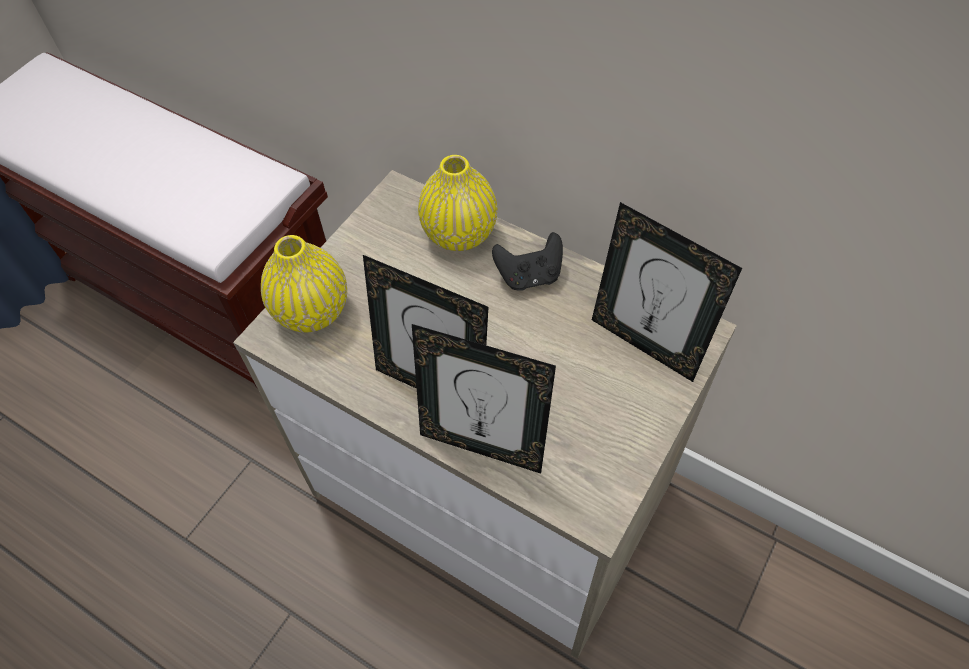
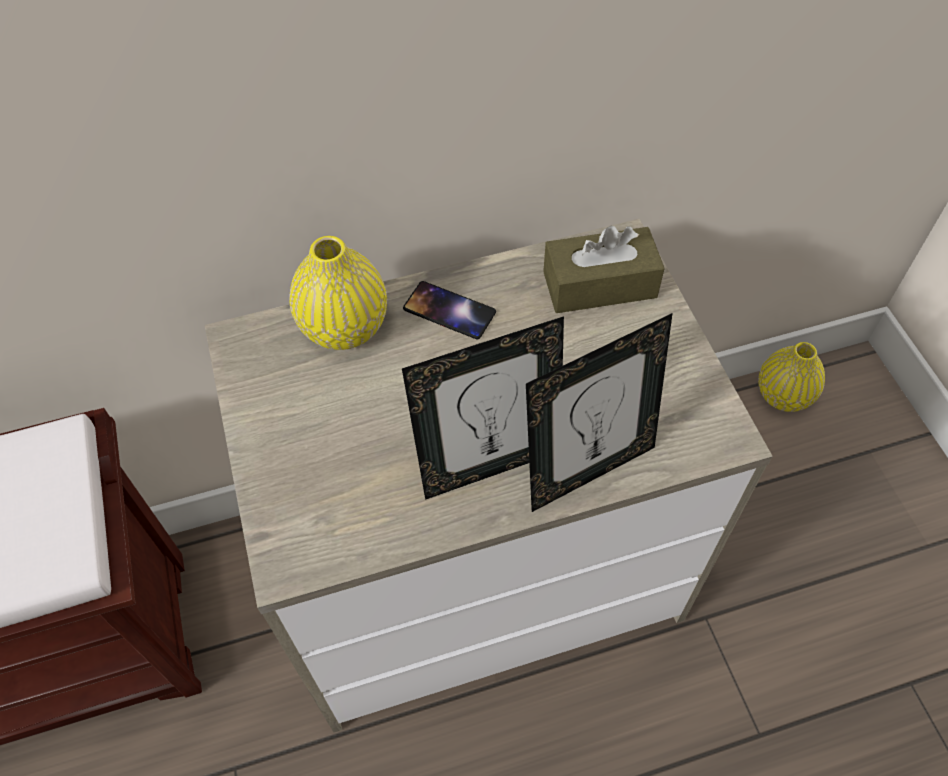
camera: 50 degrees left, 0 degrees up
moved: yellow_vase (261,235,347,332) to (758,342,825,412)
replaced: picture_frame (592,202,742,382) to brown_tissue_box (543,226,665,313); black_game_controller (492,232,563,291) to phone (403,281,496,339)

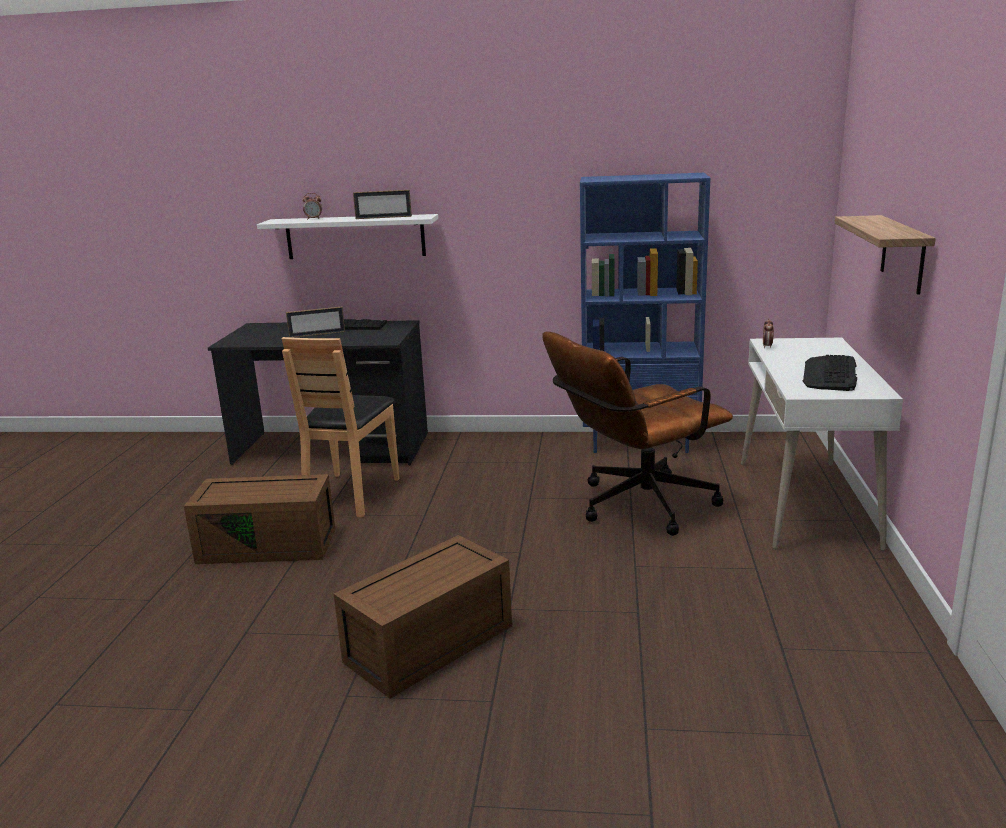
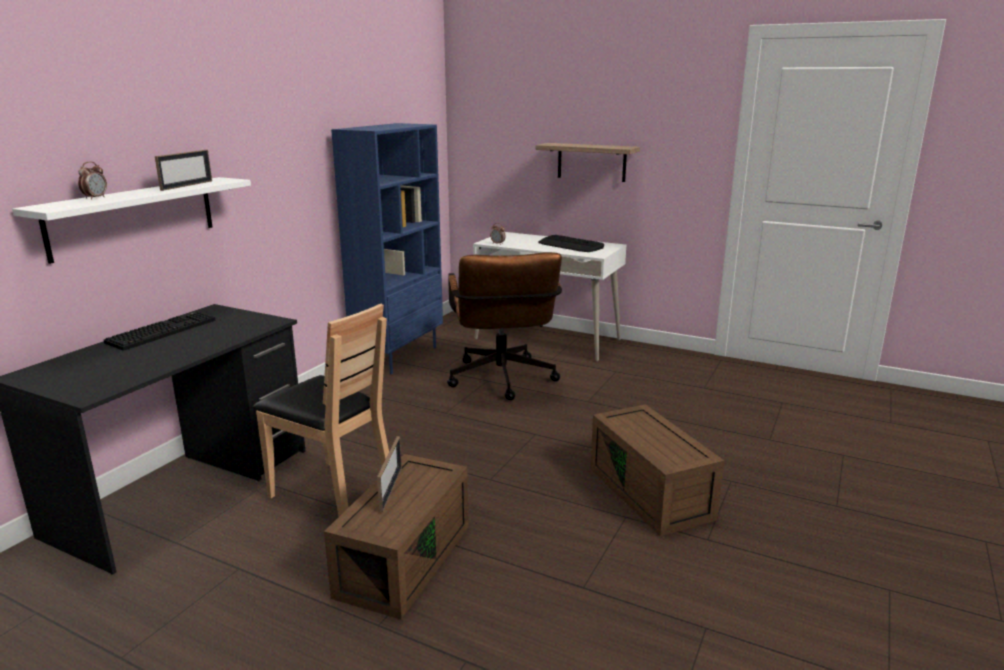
camera: 70 degrees left, 0 degrees up
moved: picture_frame (286,307,345,338) to (377,436,402,512)

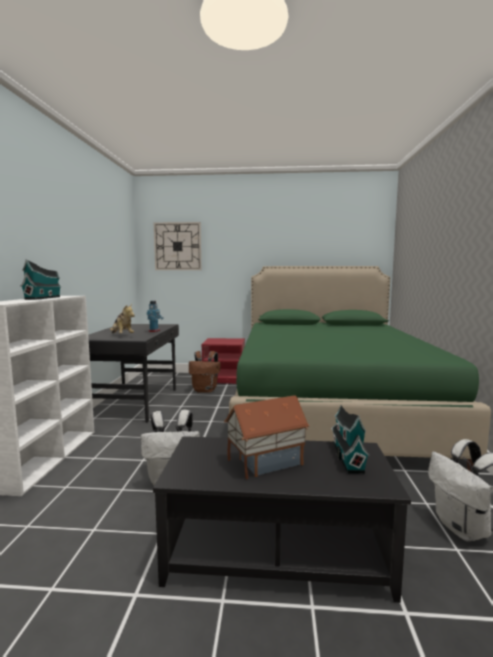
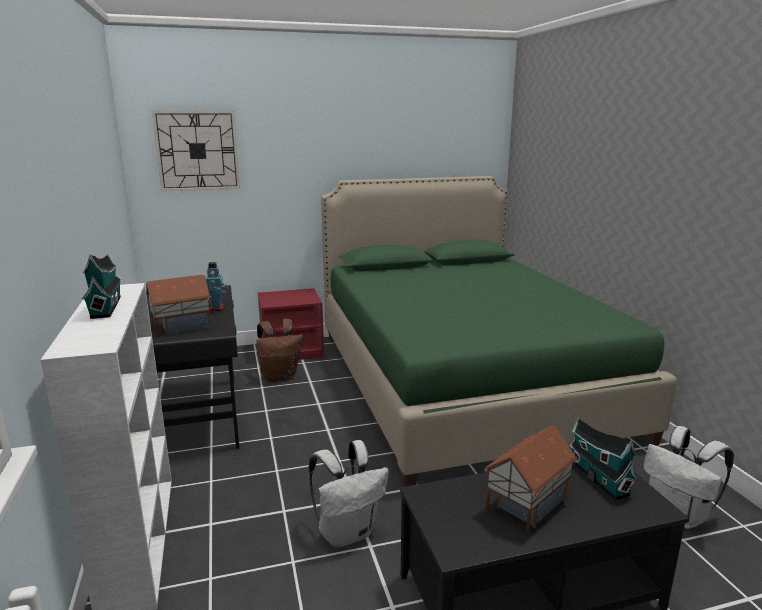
camera: 20 degrees left, 10 degrees up
replaced: plush_toy (110,304,135,333) to toy_house (146,275,211,337)

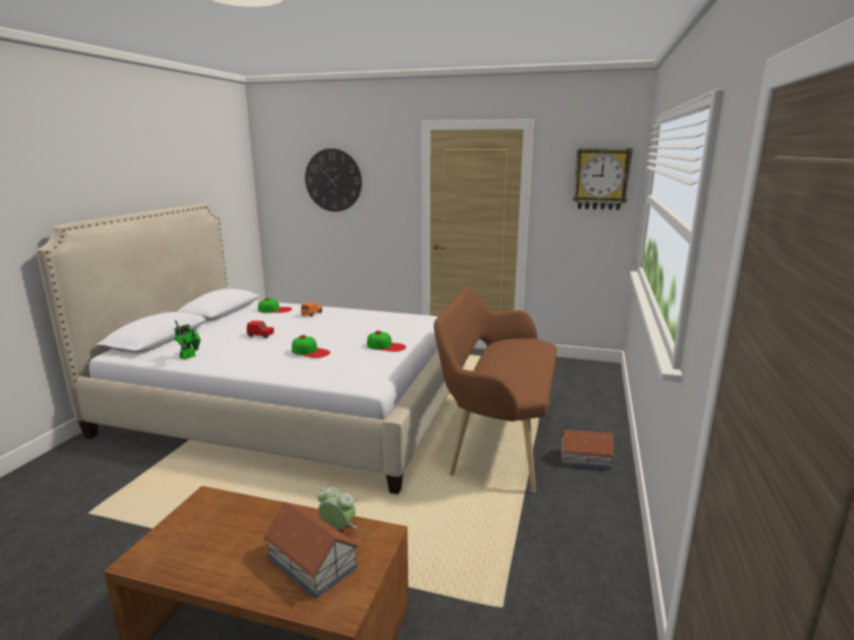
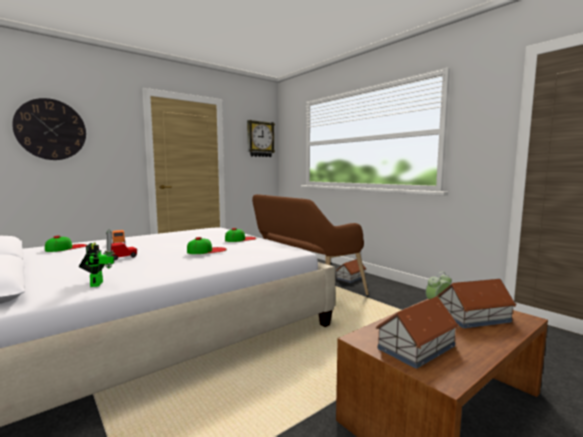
camera: 55 degrees left, 10 degrees down
added: toy_house (376,296,459,369)

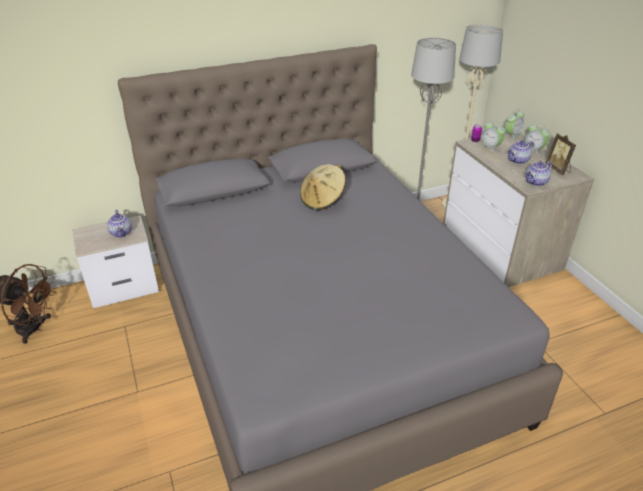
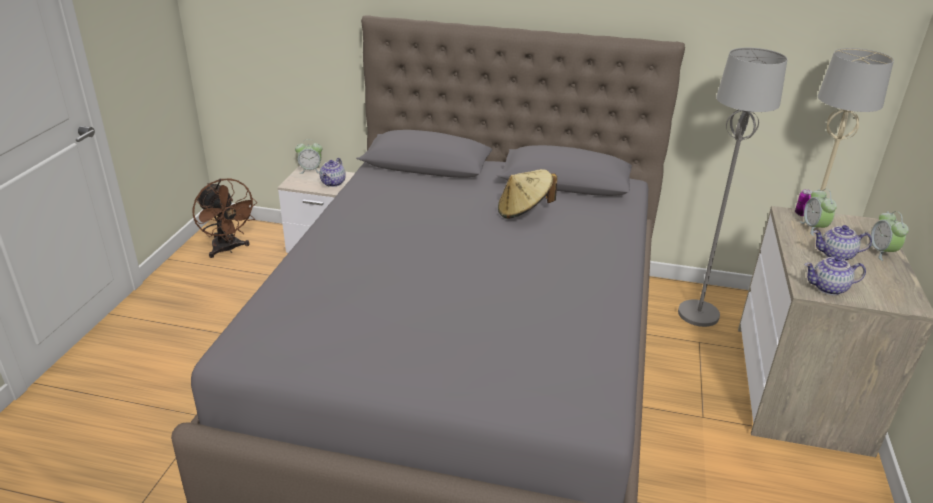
camera: 35 degrees right, 5 degrees down
removed: picture_frame (545,133,576,175)
moved: alarm_clock (505,109,524,140) to (295,139,322,174)

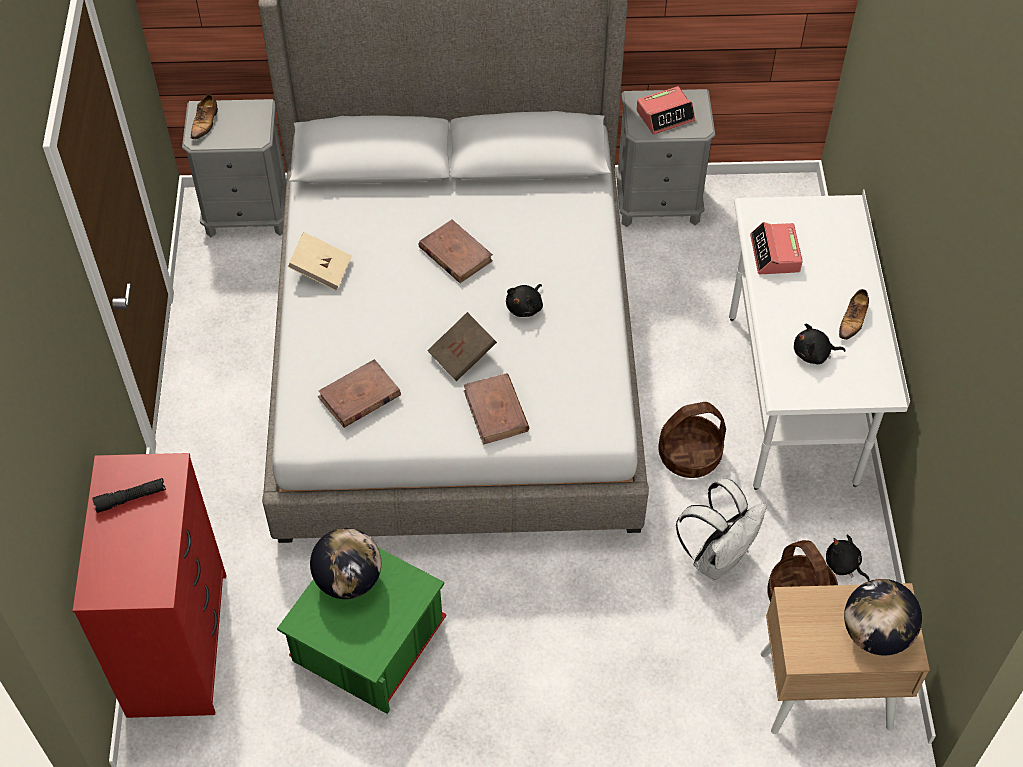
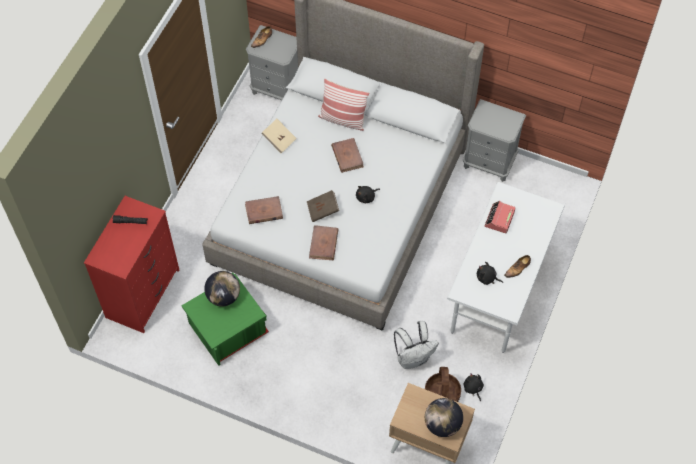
camera: 25 degrees right, 5 degrees up
removed: alarm_clock (636,86,695,135); basket (659,402,726,478)
added: pillow (318,79,370,131)

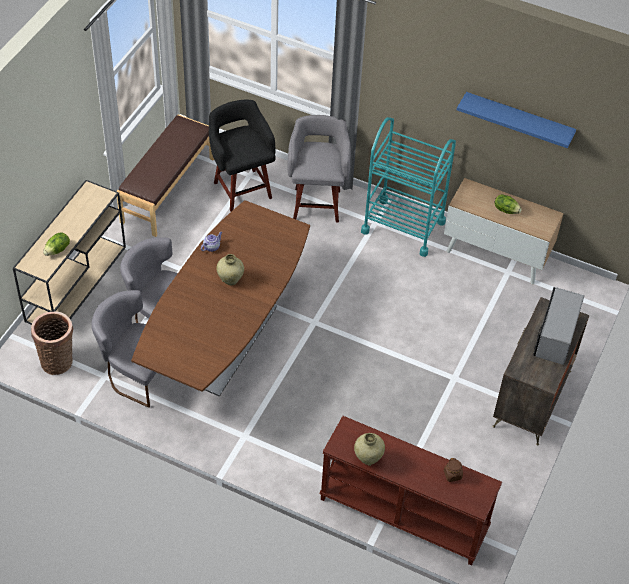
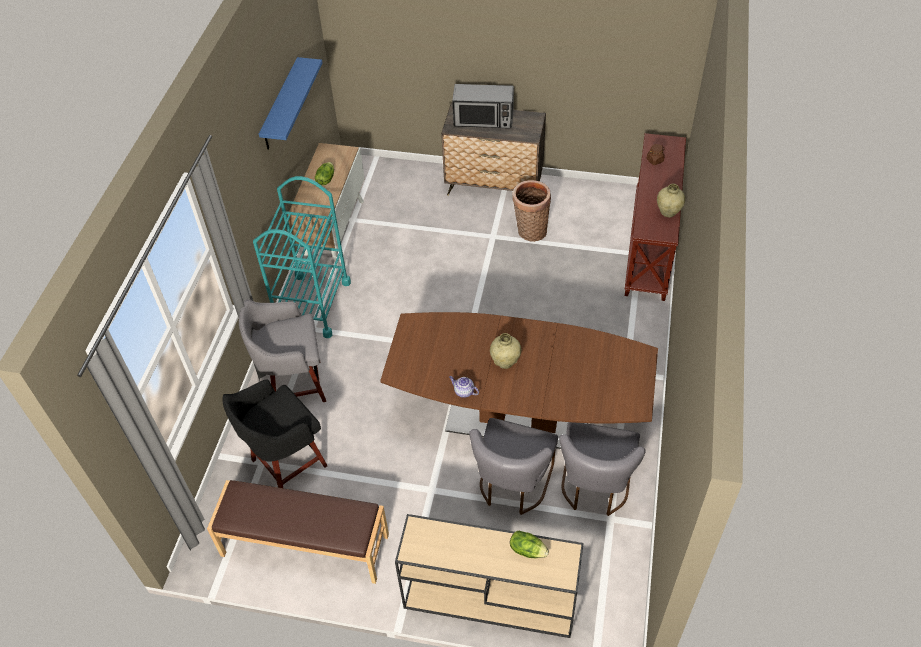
camera: 100 degrees left, 0 degrees up
moved: basket (31,312,73,375) to (512,180,551,242)

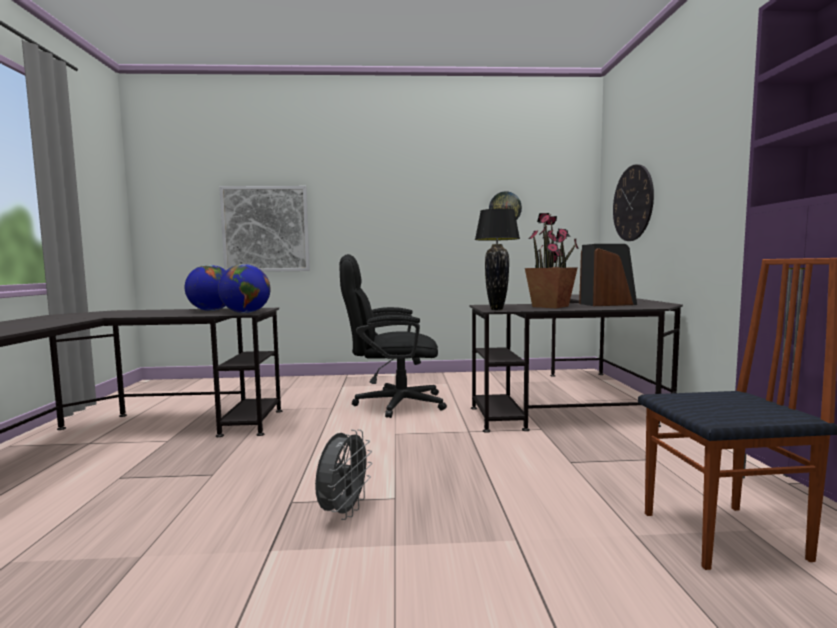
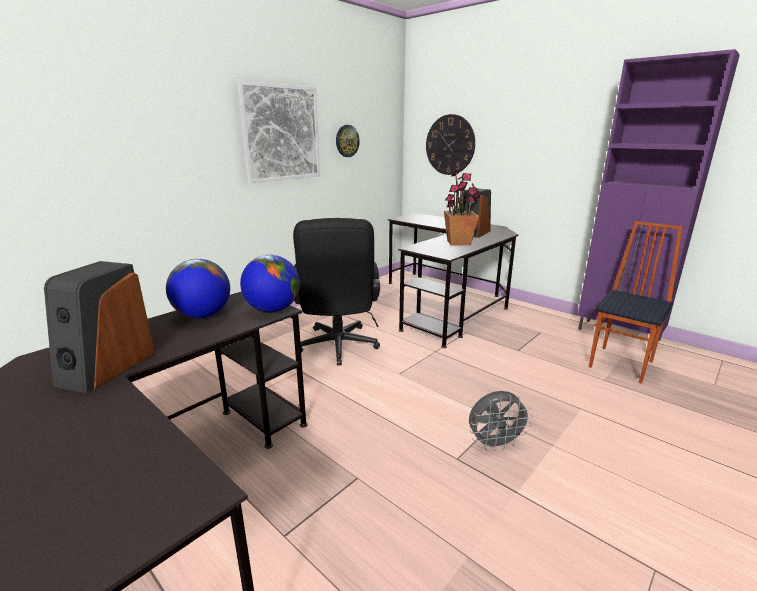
camera: 45 degrees left, 15 degrees up
removed: black_table_lamp (475,208,520,310)
added: speaker (44,261,155,394)
moved: picture (219,186,310,272) to (236,80,320,183)
turned: black_office_chair (339,254,447,418) = (293,218,380,365) 45 degrees counterclockwise; grey_fan (315,430,372,520) = (469,391,533,451) 105 degrees clockwise

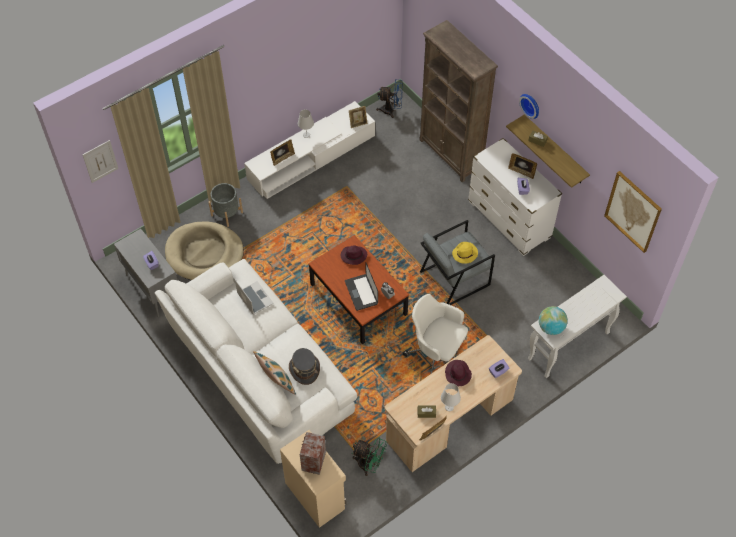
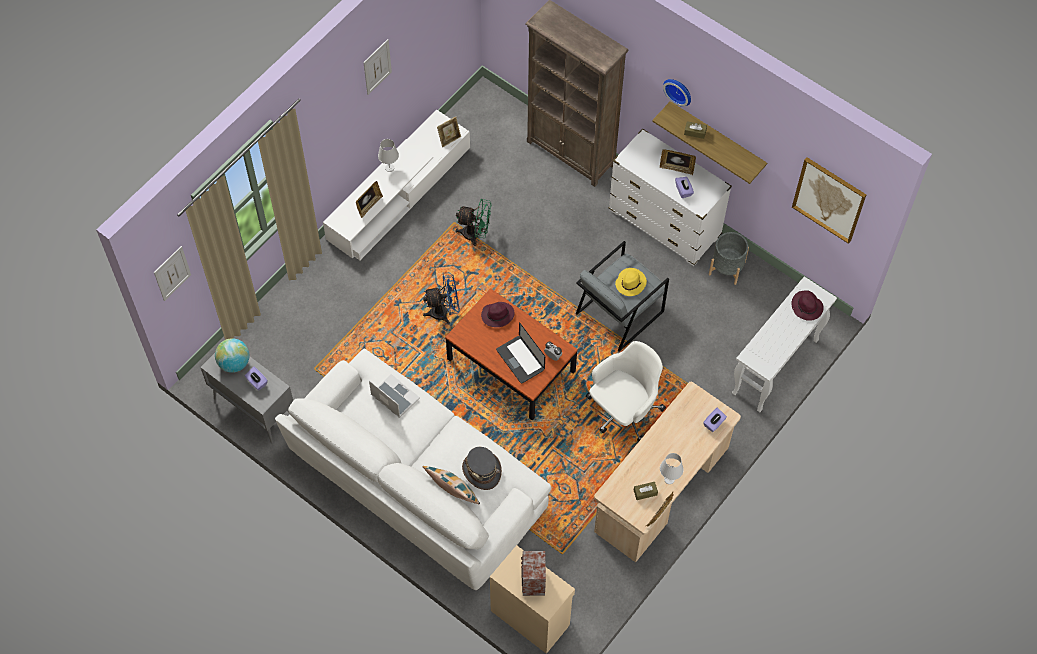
camera: 15 degrees left, 5 degrees up
removed: beige_dog_bed (165,222,244,280)
added: picture (363,39,392,95)
moved: blue_fan (376,80,403,118) to (423,275,460,323); grey_planter (208,183,243,227) to (709,232,749,285); globe (539,306,568,335) to (215,338,250,373); purple_hat (445,360,472,386) to (792,290,824,321); green_fan (352,437,387,476) to (456,199,492,246)
turned: white_office_chair (403,294,468,374) = (586,341,666,442) 120 degrees clockwise

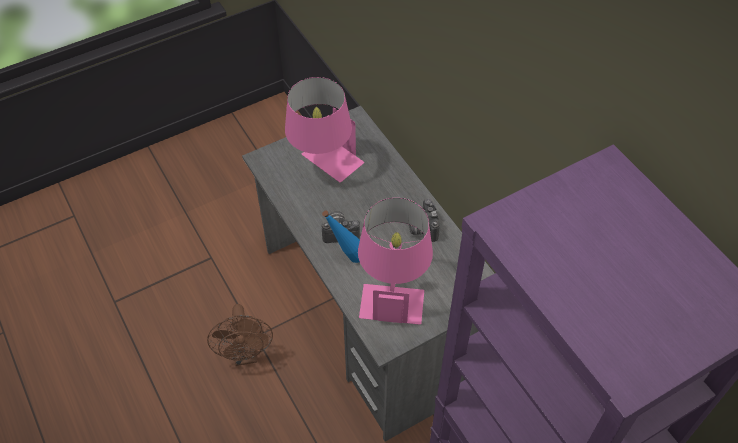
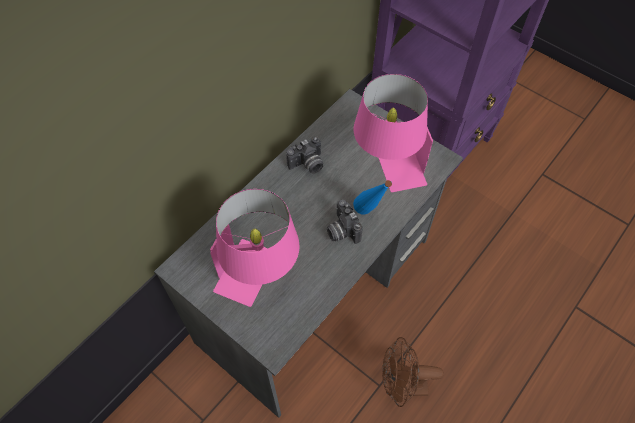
camera: 110 degrees left, 5 degrees up
turned: brown_fan (207,304,273,366) = (382,337,444,407) 150 degrees counterclockwise

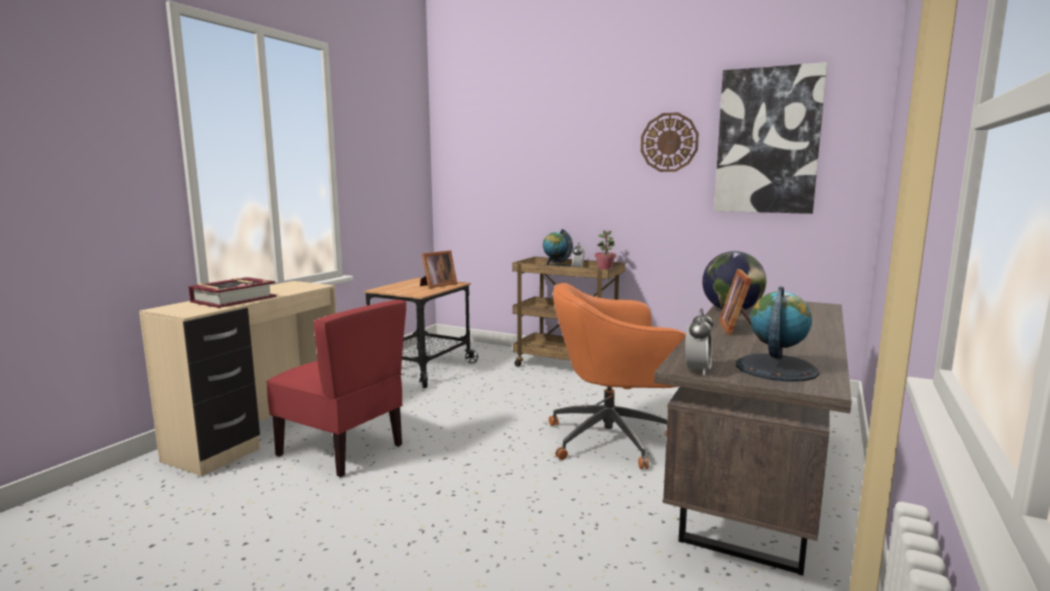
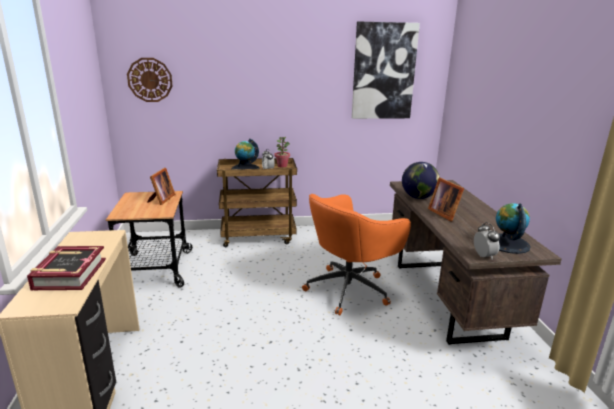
camera: 35 degrees left, 10 degrees up
removed: red_chair (266,300,406,477)
moved: wall_clock (641,112,699,172) to (127,58,172,102)

